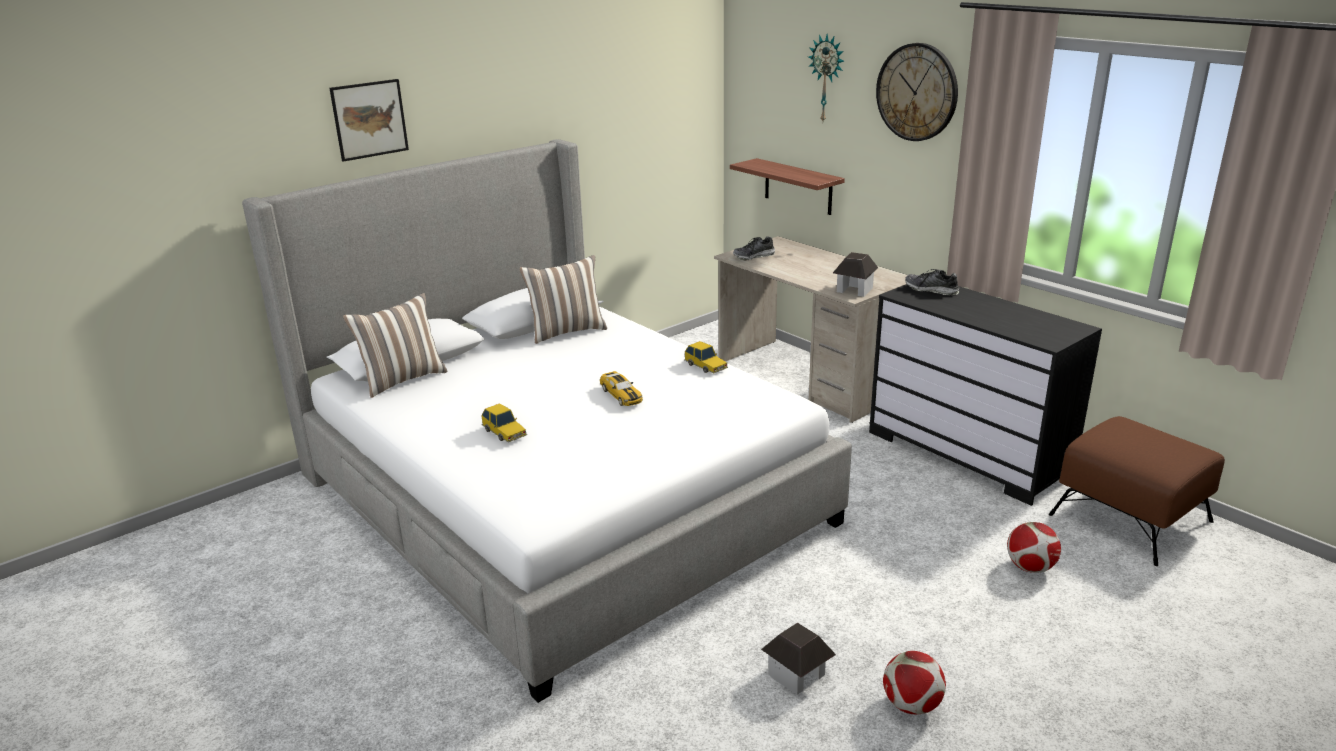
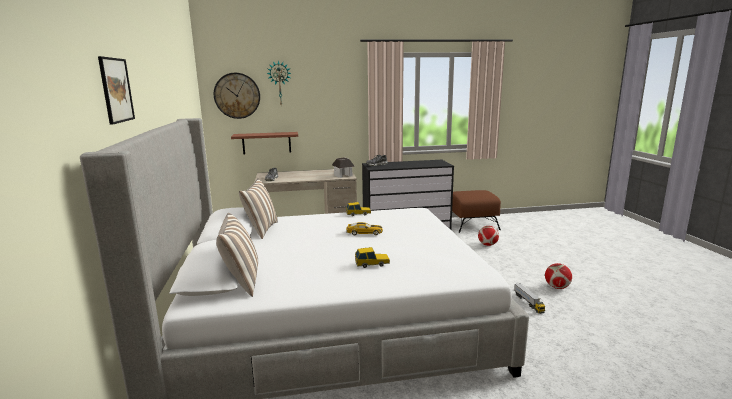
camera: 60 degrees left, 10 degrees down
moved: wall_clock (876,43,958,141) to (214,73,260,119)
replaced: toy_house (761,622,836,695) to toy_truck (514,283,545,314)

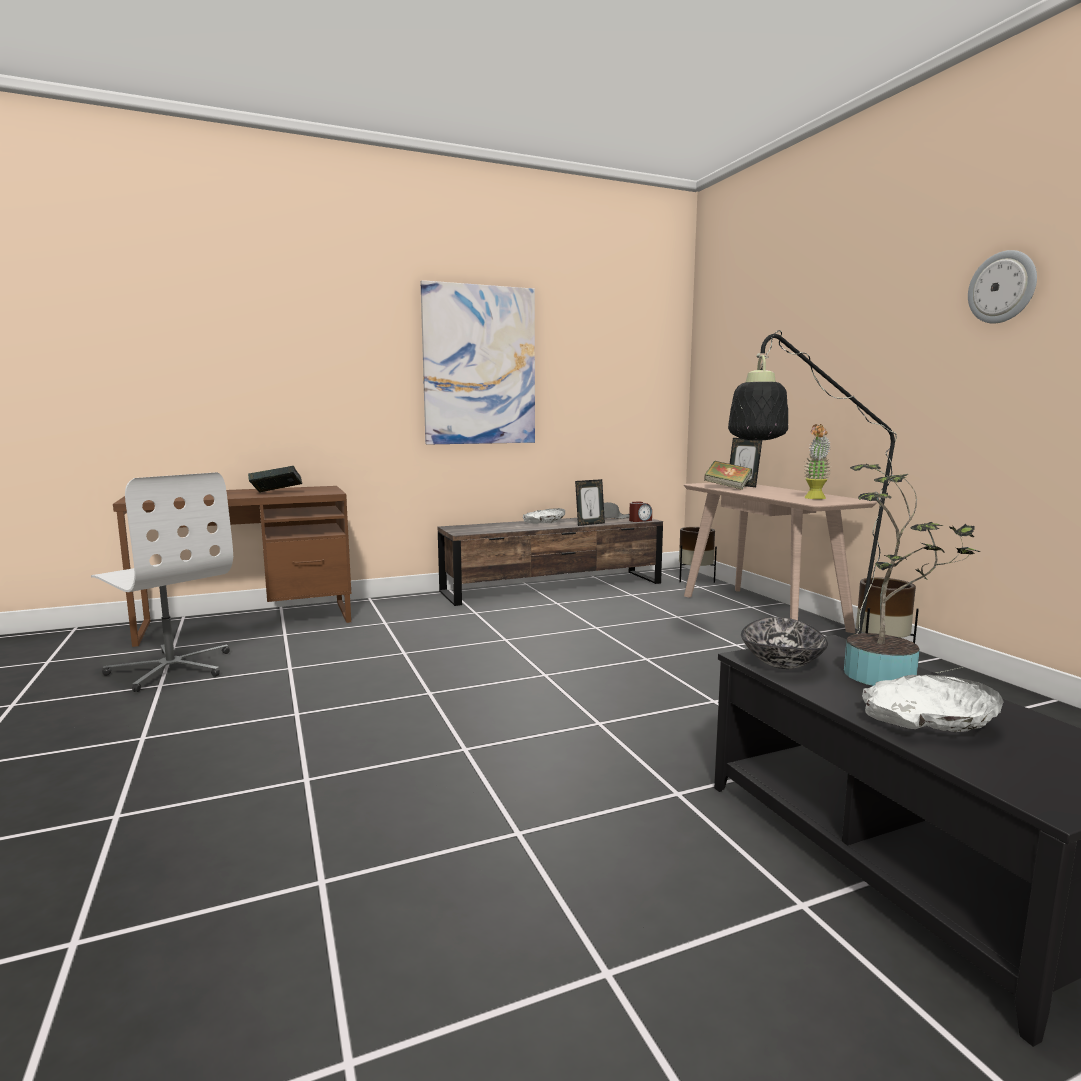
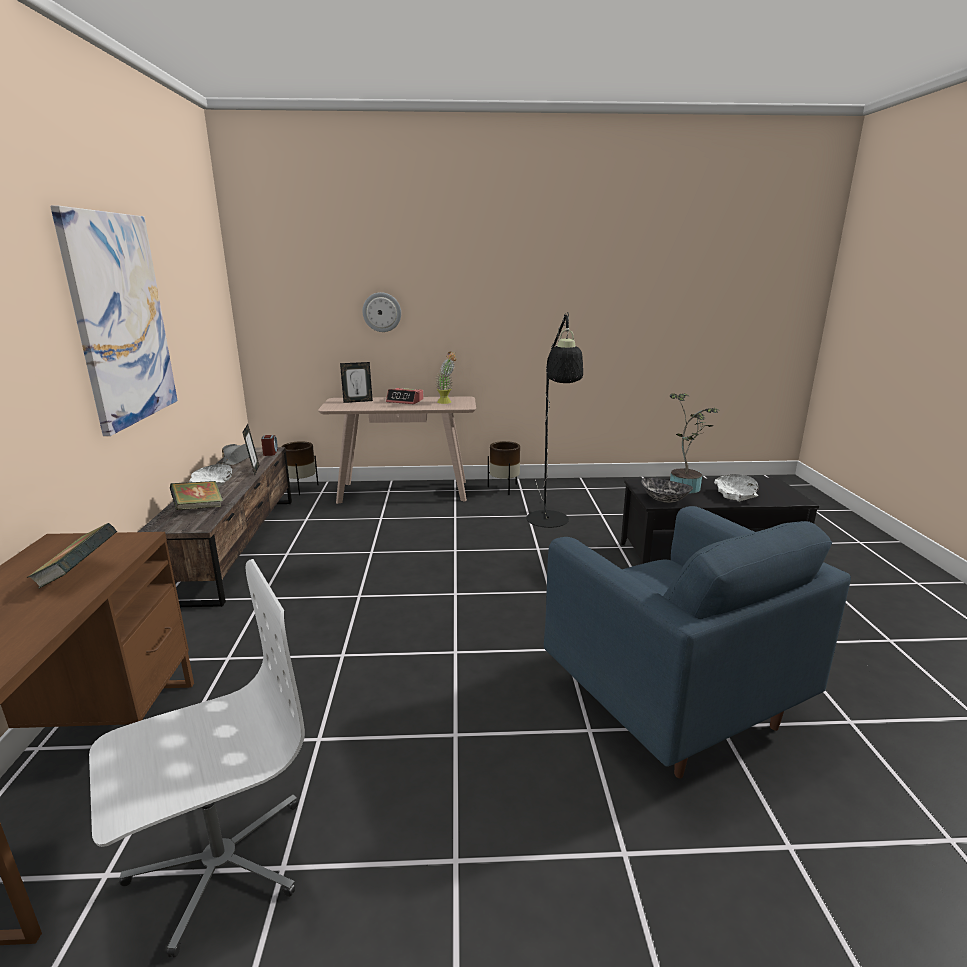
camera: 70 degrees left, 10 degrees up
added: alarm_clock (386,388,424,404); blue_armchair (544,506,851,778)
moved: wall_clock (968,250,1037,324) to (363,292,401,332); book (704,461,752,490) to (170,481,223,510)

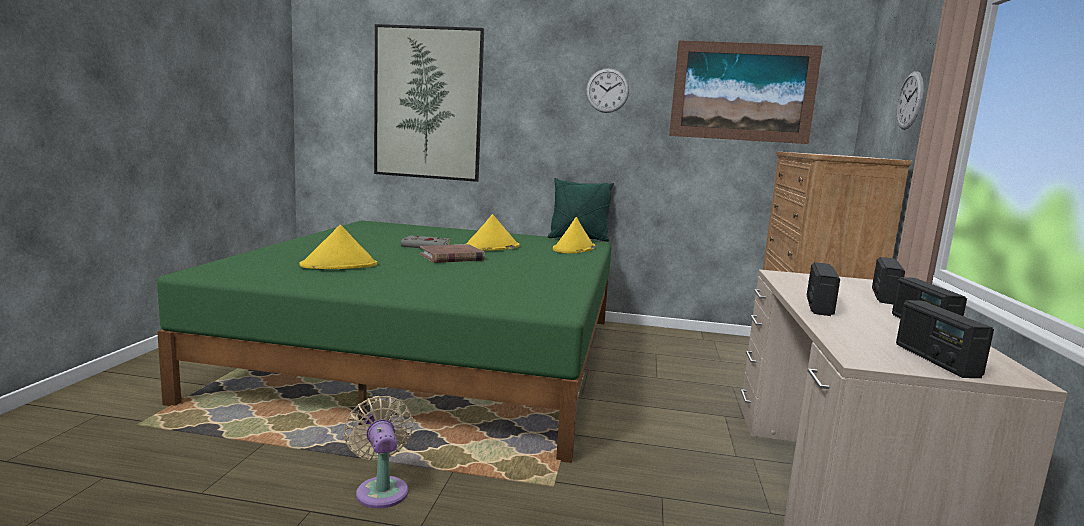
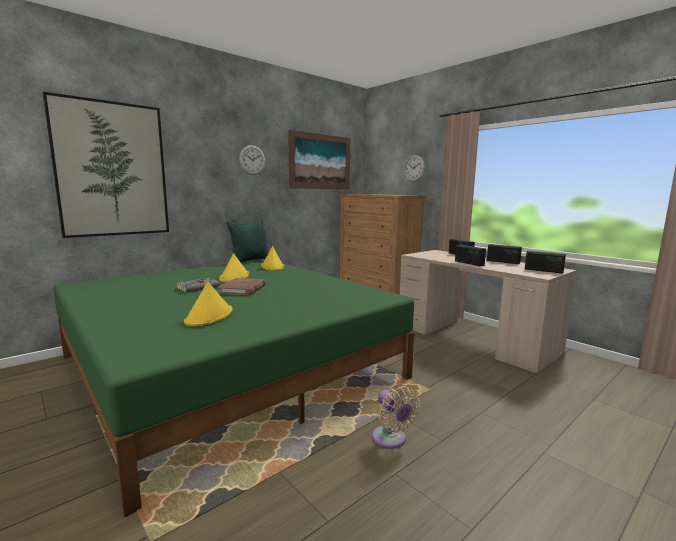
camera: 50 degrees left, 0 degrees up
turned: beige_fan (344,396,414,508) = (372,386,420,449) 135 degrees counterclockwise

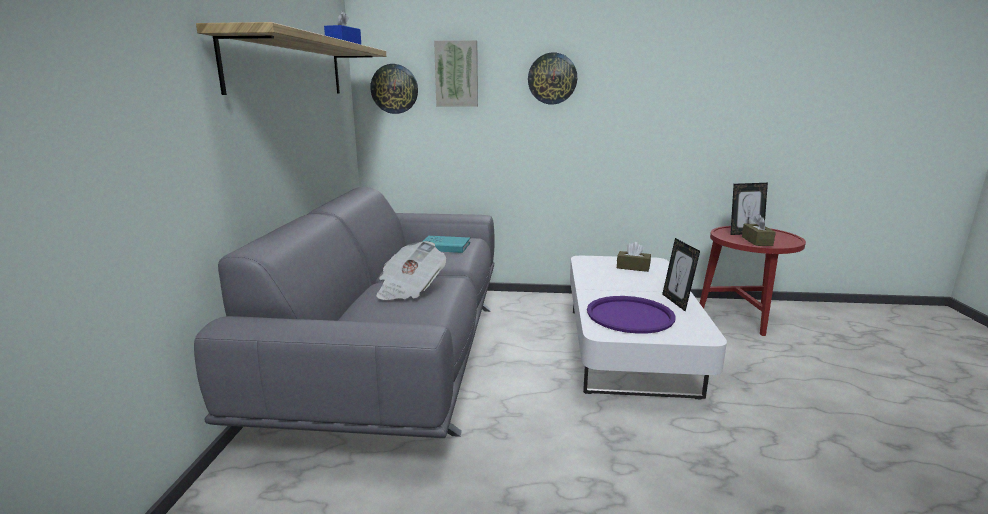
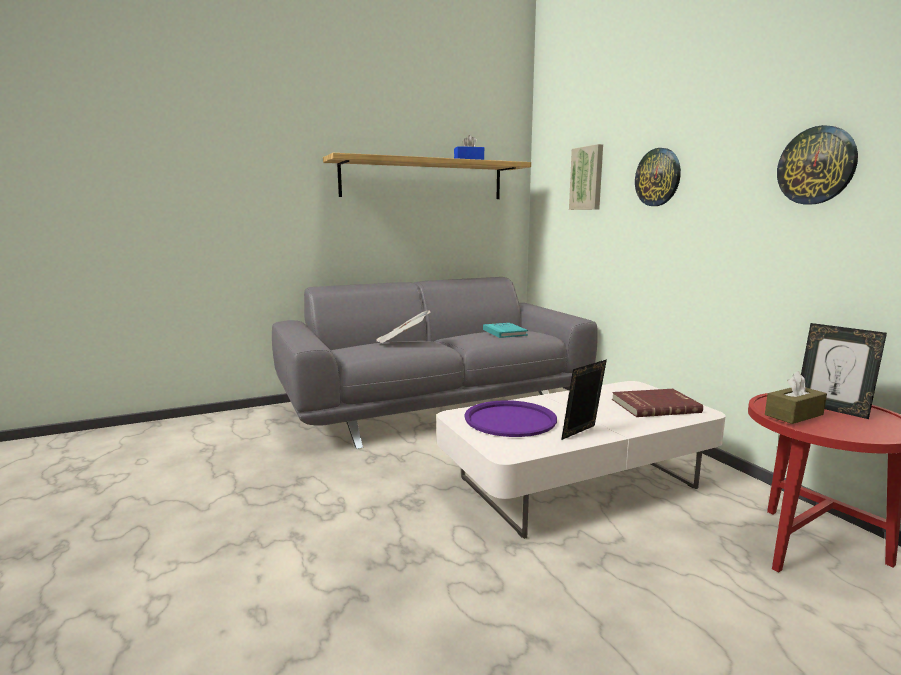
camera: 60 degrees right, 5 degrees down
moved: wall_clock (370,64,418,114) to (777,125,858,204)
replaced: brown_tissue_box (617,242,651,272) to red_book (612,389,703,417)

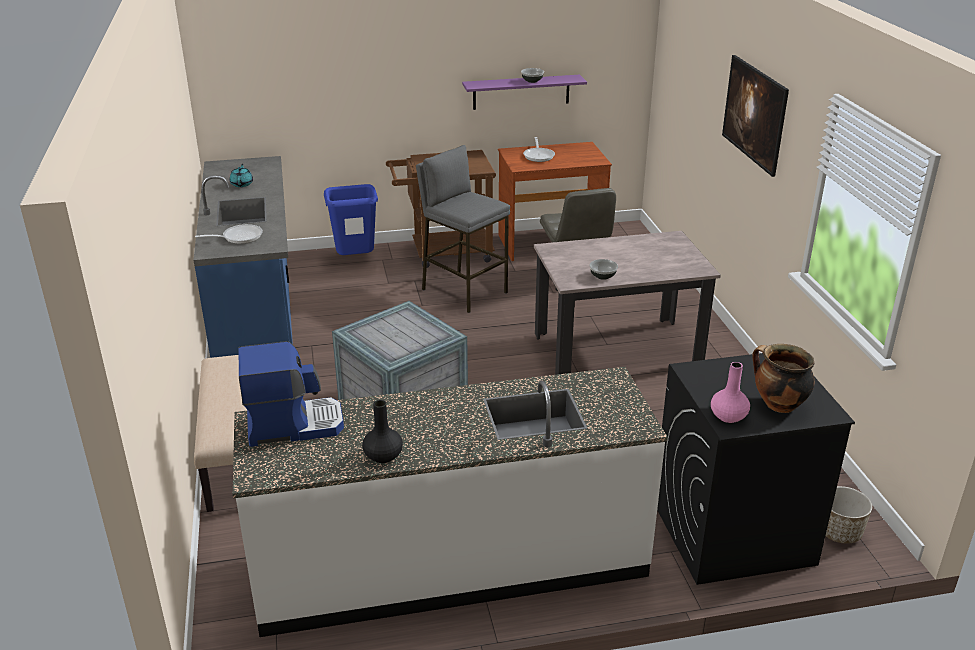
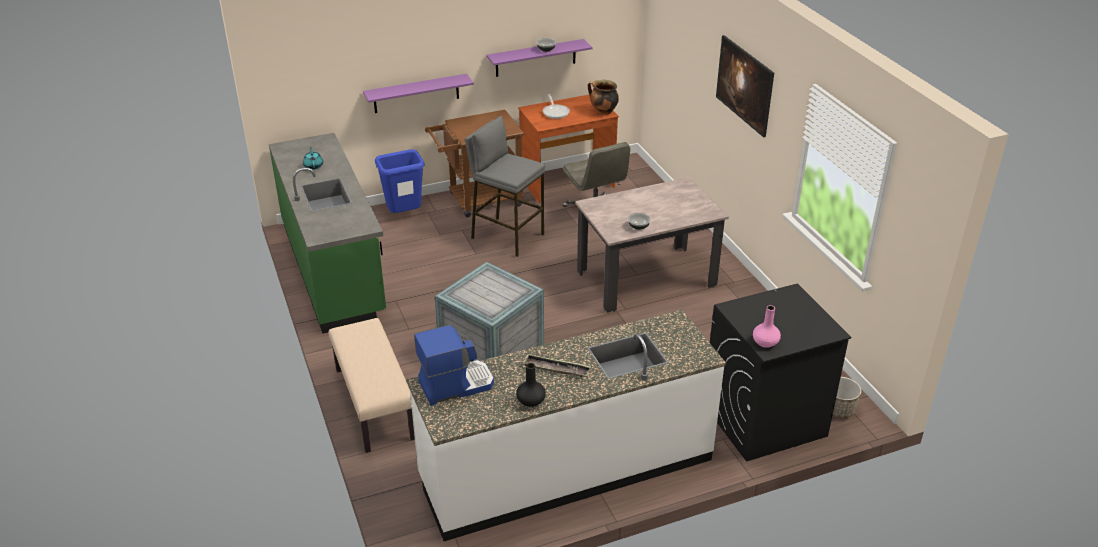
camera: 10 degrees left, 5 degrees up
removed: frying_pan (195,224,263,244)
added: purple_shelf (363,74,474,113); tray (523,354,591,377)
moved: cooking_pot (753,344,815,413) to (588,80,619,115)
recoloured: blue_counter (194,156,293,358) to green_counter (269,133,386,334)

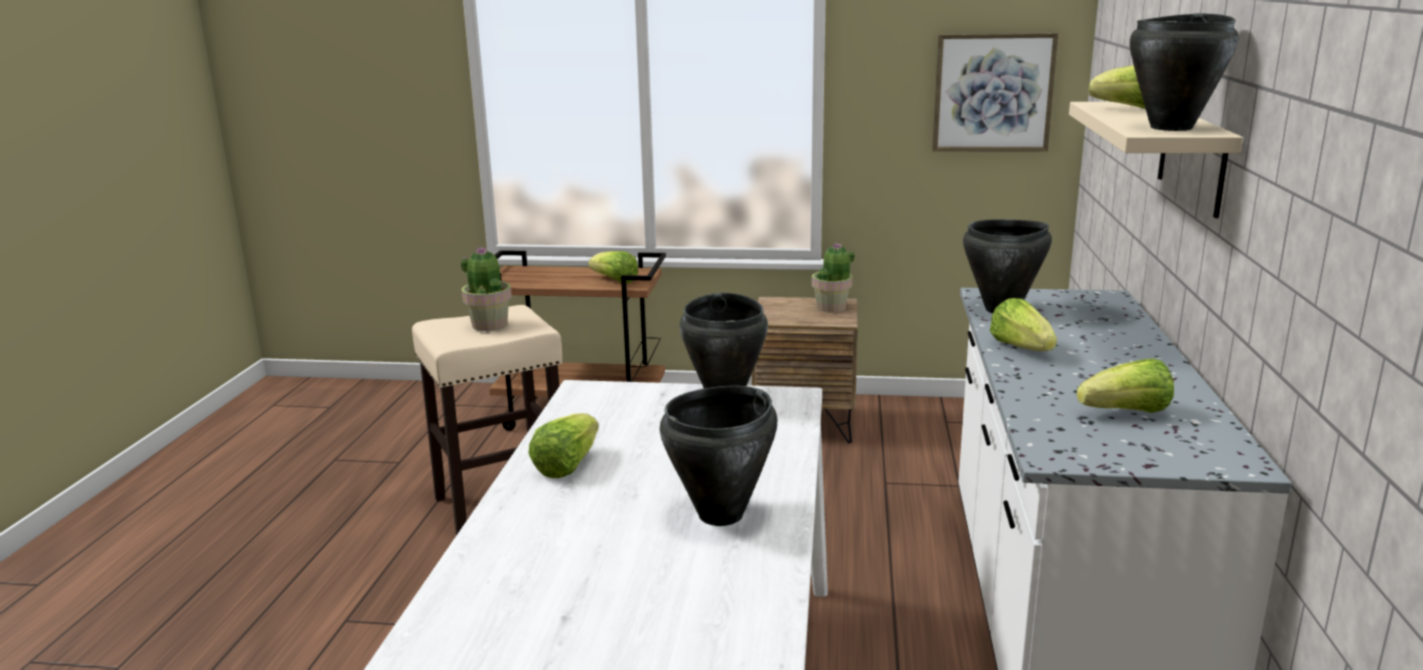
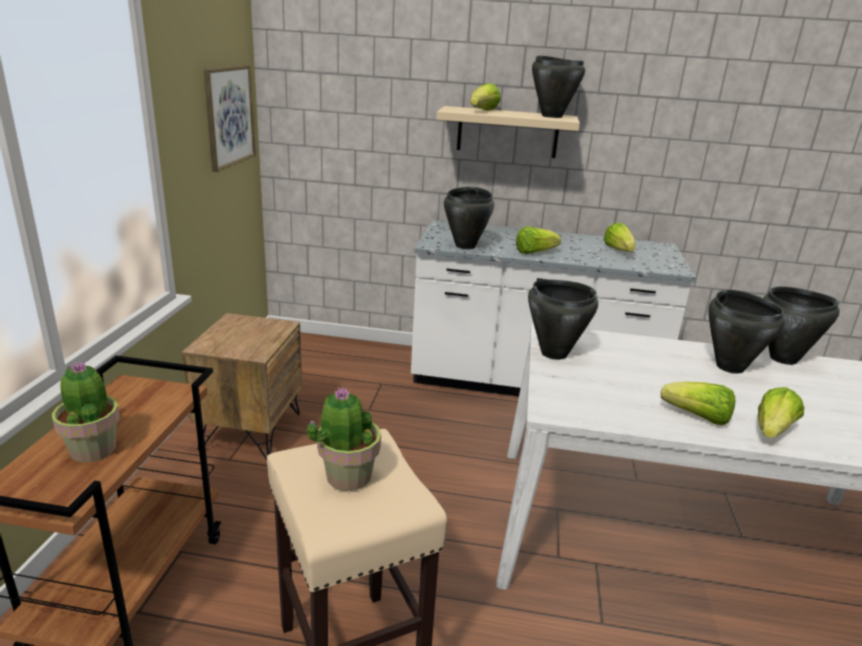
camera: 90 degrees left, 5 degrees up
added: black_cooking_pot (764,286,840,365)
moved: potted_plant (812,242,854,313) to (52,362,120,462); lettuce (588,251,638,283) to (758,387,804,438)

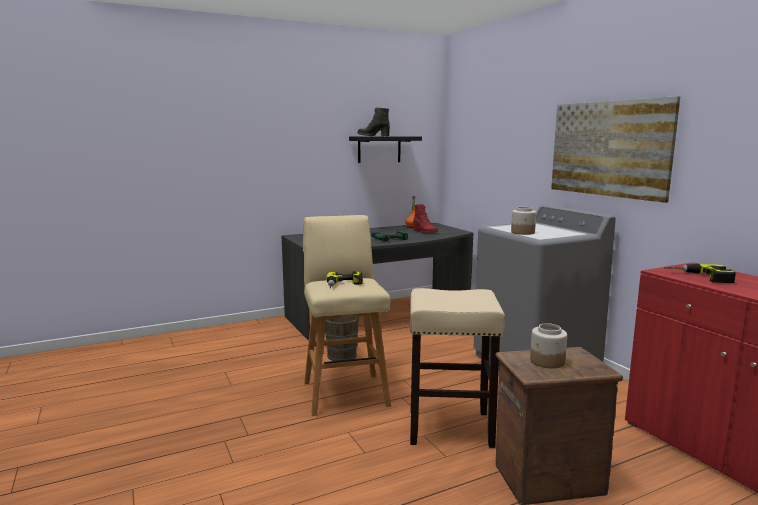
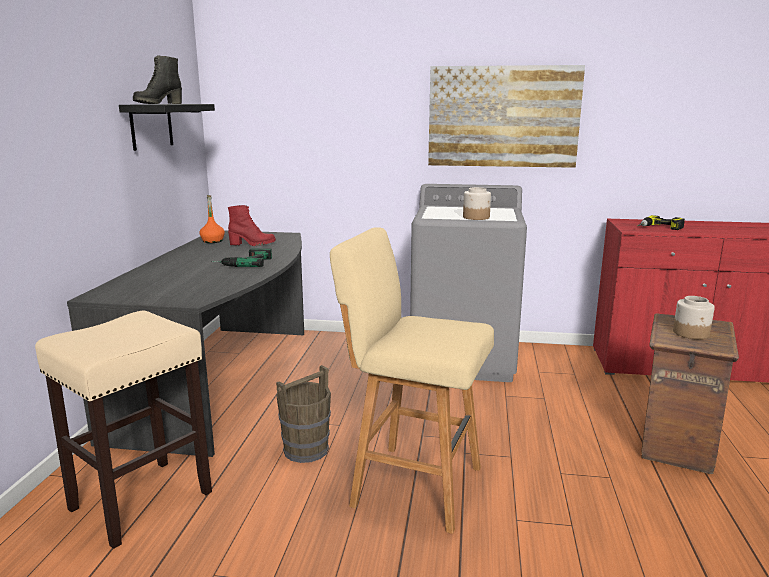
camera: 55 degrees left, 5 degrees up
removed: power_drill (326,271,363,289)
moved: beige_stool (410,288,505,448) to (35,311,212,549)

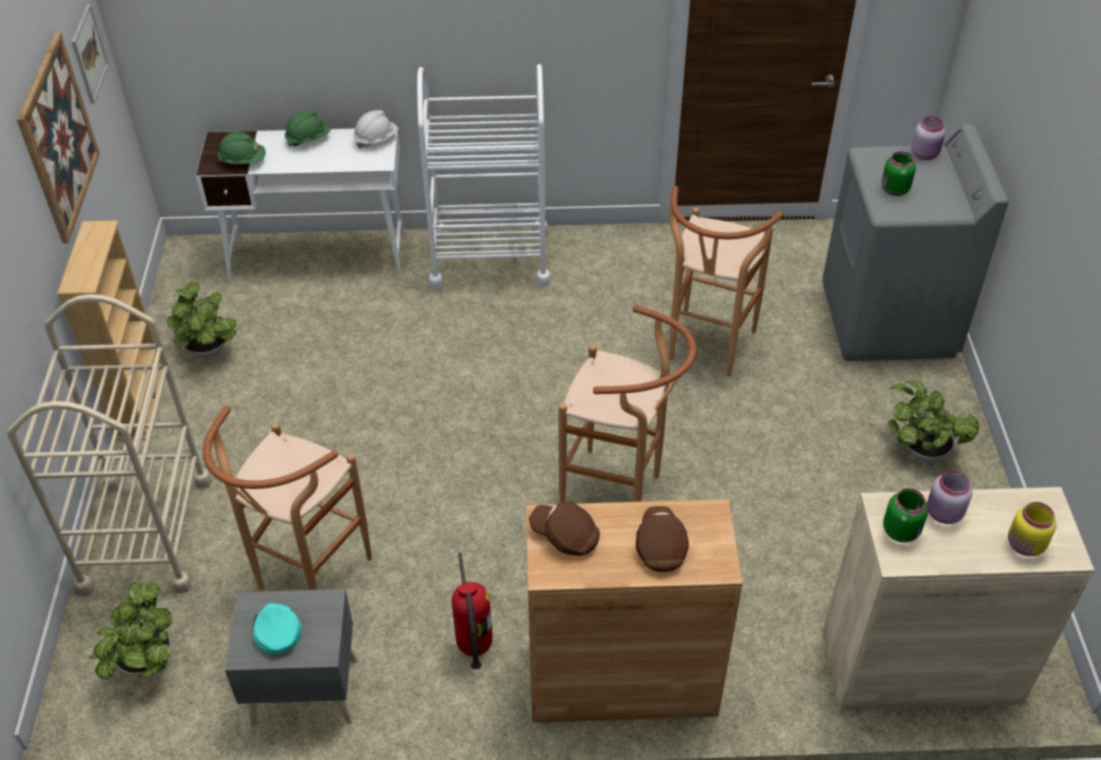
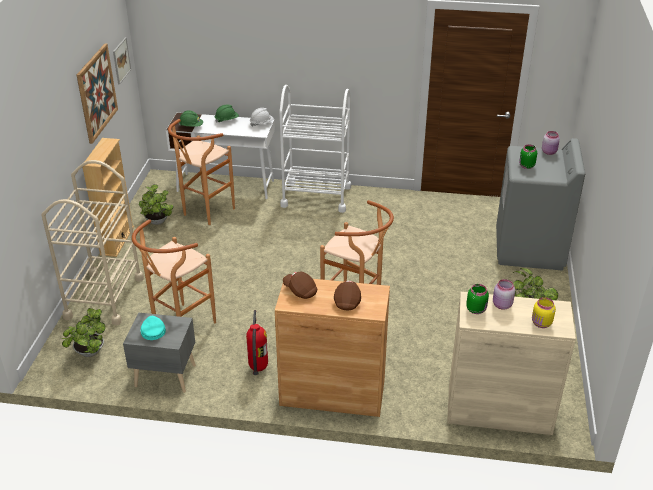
camera: 10 degrees right, 10 degrees down
moved: brown_stool (669,186,784,377) to (168,119,235,225)

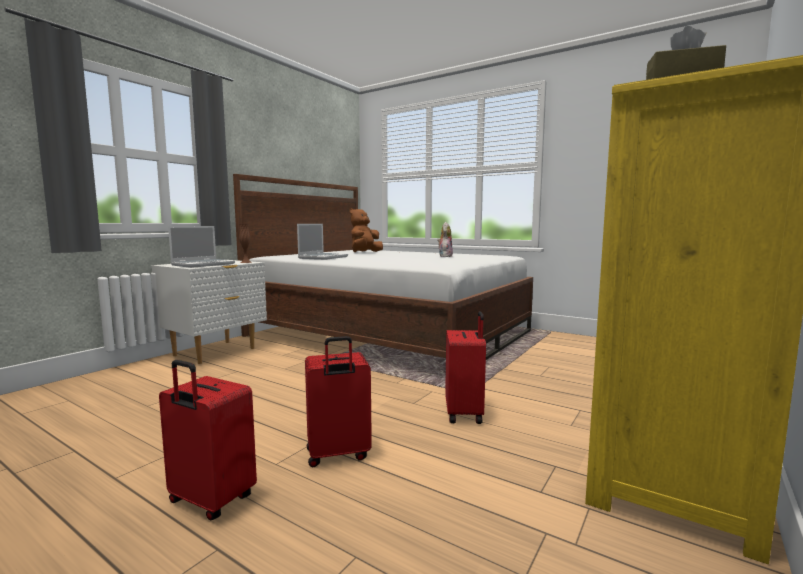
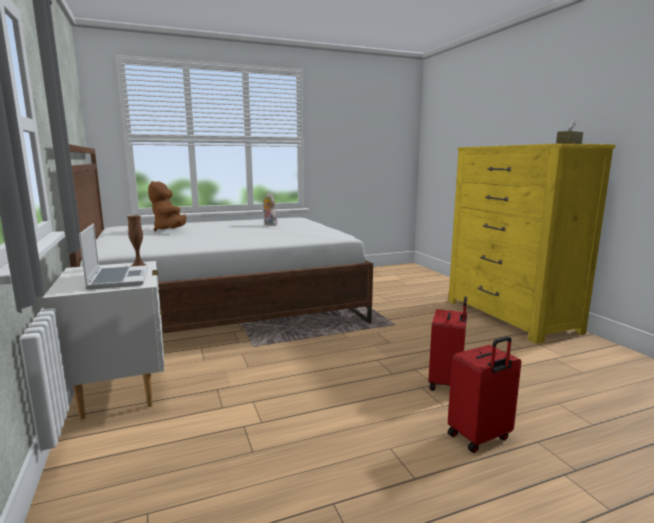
camera: 55 degrees left, 5 degrees up
removed: laptop (297,224,348,260); red_suitcase (445,311,486,424)

